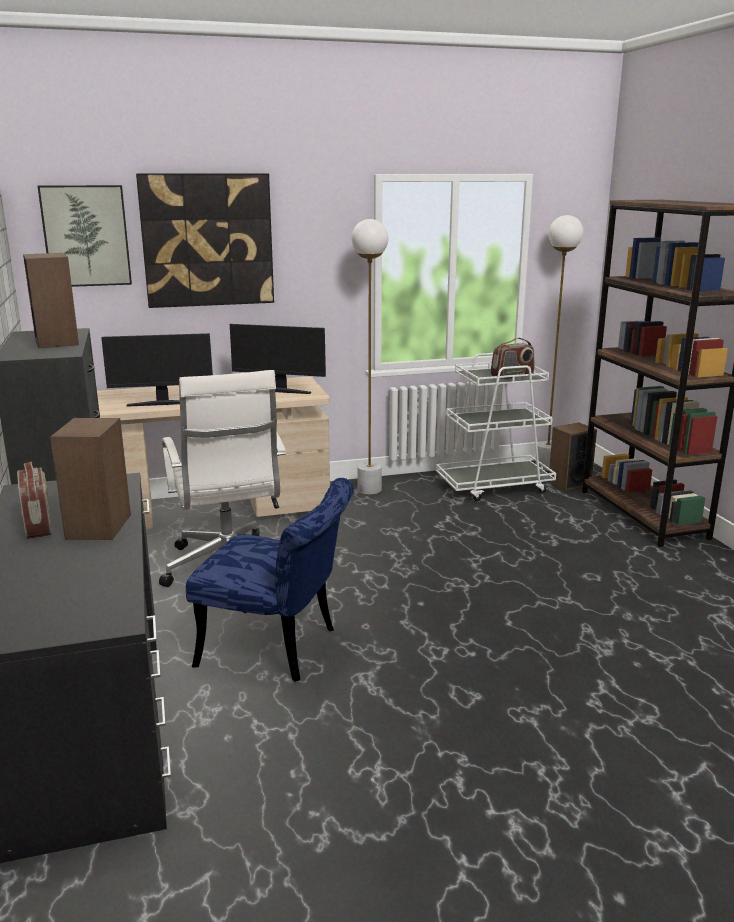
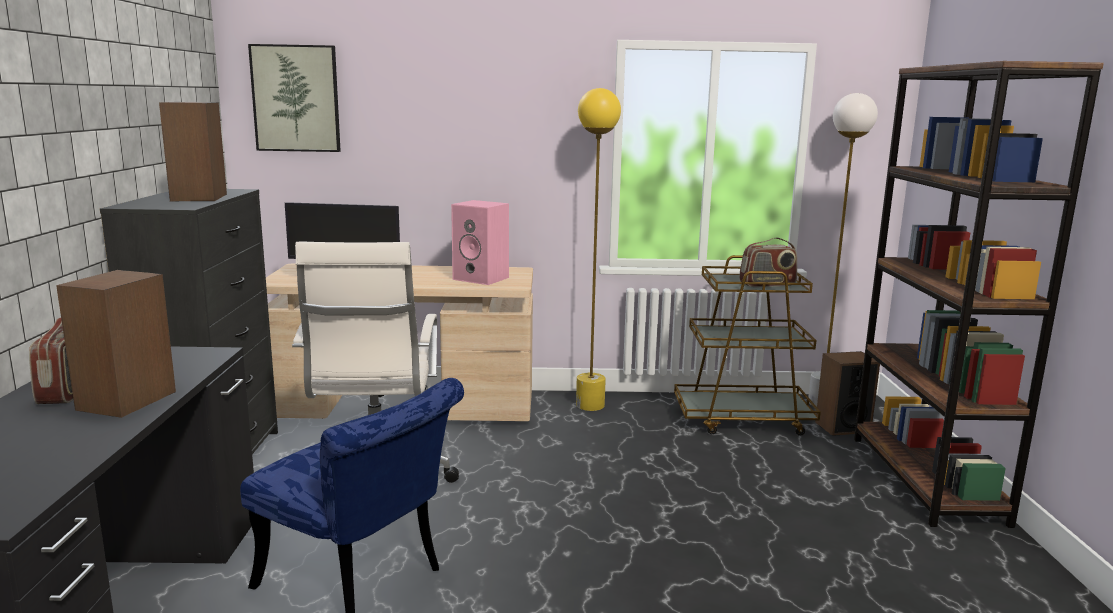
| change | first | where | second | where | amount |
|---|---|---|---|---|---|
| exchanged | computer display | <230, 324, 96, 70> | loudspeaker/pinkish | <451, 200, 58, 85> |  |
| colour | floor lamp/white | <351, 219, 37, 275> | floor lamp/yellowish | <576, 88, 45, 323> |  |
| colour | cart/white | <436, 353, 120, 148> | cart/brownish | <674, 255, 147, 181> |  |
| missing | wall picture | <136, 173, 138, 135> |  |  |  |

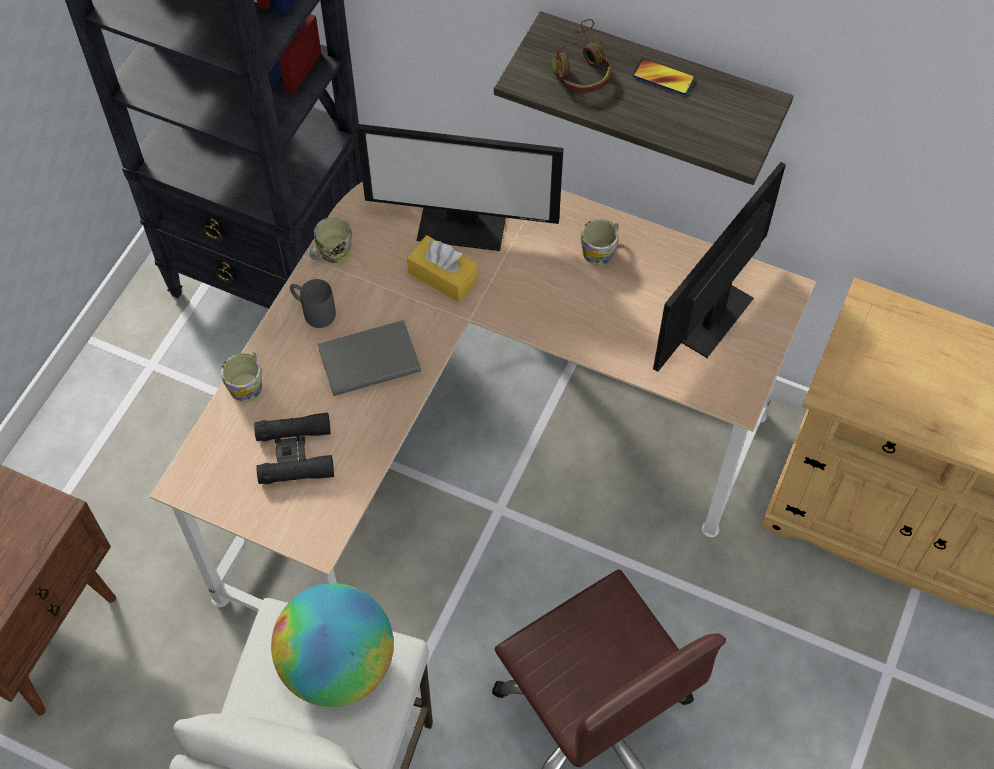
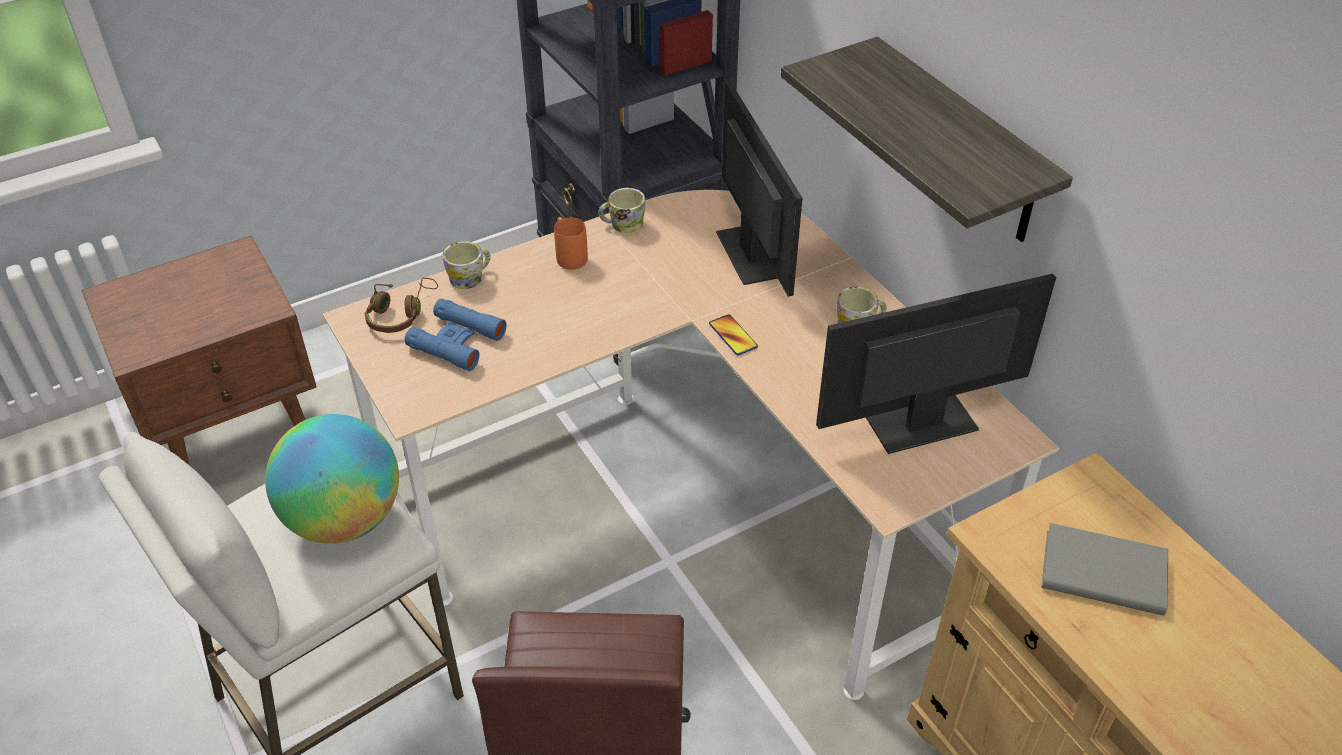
| change | first | where | second | where | amount |
|---|---|---|---|---|---|
| relocated | headphones/brownish | <552, 19, 60, 74> |  | <364, 278, 74, 55> |  |
| colour | field glasses/black | <254, 412, 80, 72> | field glasses/bluish | <405, 299, 102, 72> |  |
| colour | mug/greyish | <290, 279, 46, 49> | mug/orangey | <554, 217, 34, 53> |  |
| relocated | telephone | <633, 58, 62, 37> |  | <709, 314, 49, 41> |  |
| spun | computer display | <356, 124, 208, 127> |  | <716, 81, 86, 216> | 150 degrees counterclockwise |
| relocated | bound book/greyish | <318, 320, 103, 76> |  | <1041, 523, 127, 93> |  |
| missing | tissue box/yellowish | <407, 235, 71, 67> |  |  |  |

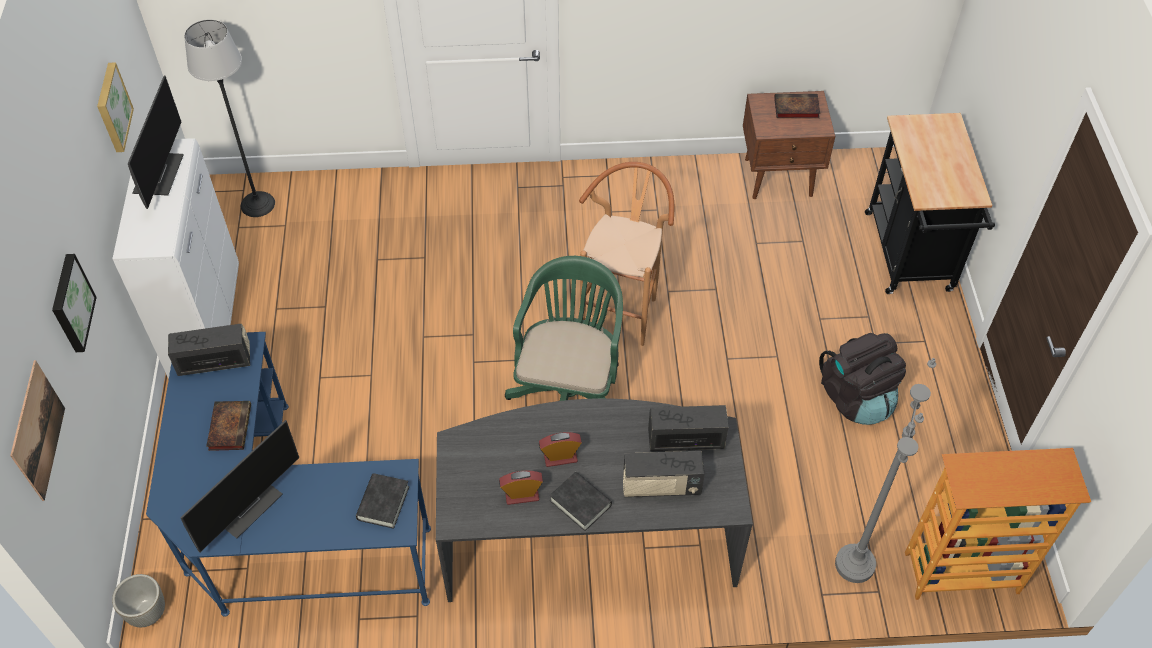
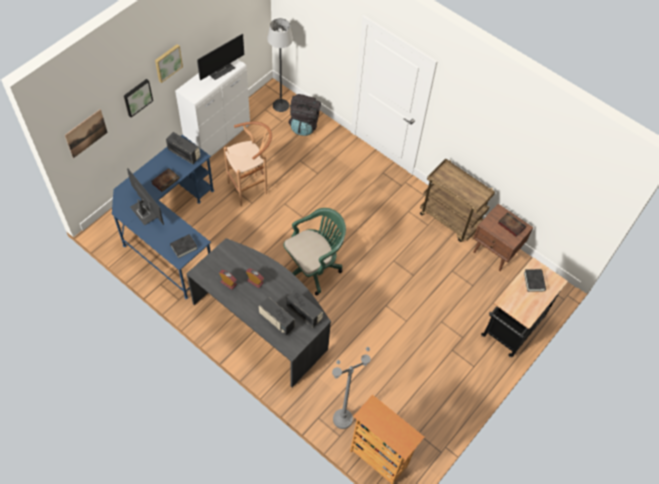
| change | first | where | second | where | amount |
|---|---|---|---|---|---|
| spun | computer display | <180, 420, 119, 133> |  | <127, 168, 37, 57> | 120 degrees counterclockwise |
| relocated | wall picture | <97, 62, 37, 90> |  | <155, 44, 28, 39> |  |
| relocated | sitting stool/brownish | <579, 162, 95, 184> |  | <224, 122, 48, 85> |  |
| relocated | rucksack/black | <819, 333, 87, 92> |  | <289, 94, 32, 42> |  |
| appeared |  |  | cart/brownish | <420, 159, 75, 83> |  |
| relocated | bound book/black | <550, 472, 62, 59> |  | <524, 269, 22, 23> |  |
| missing | planter/greyish | <112, 574, 53, 53> |  |  |  |

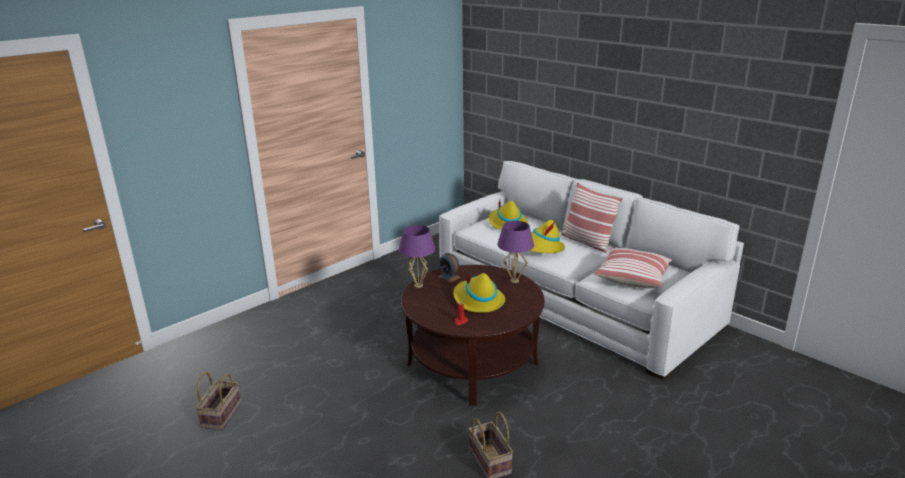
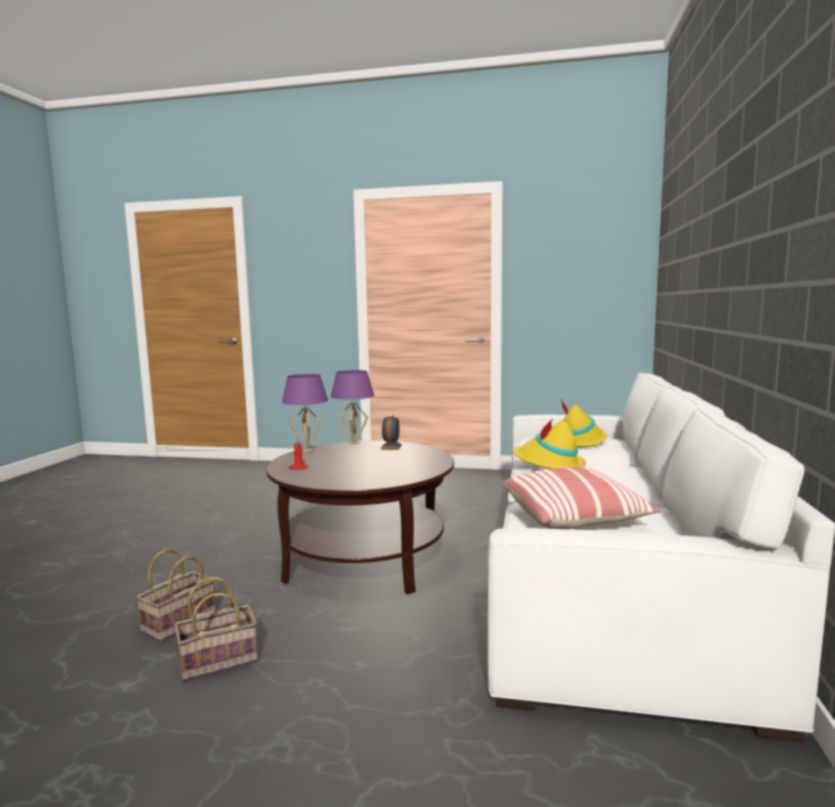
| change | first | where | second | where | amount |
|---|---|---|---|---|---|
| relocated | household basket | <196, 372, 45, 58> |  | <175, 577, 83, 105> |  |
| relocated | lamp for a table/purplish | <497, 221, 37, 62> |  | <282, 374, 46, 78> |  |
| missing | clothing hat/yellowish | <453, 273, 52, 40> |  |  |  |
| missing | cushion | <561, 182, 62, 71> |  |  |  |

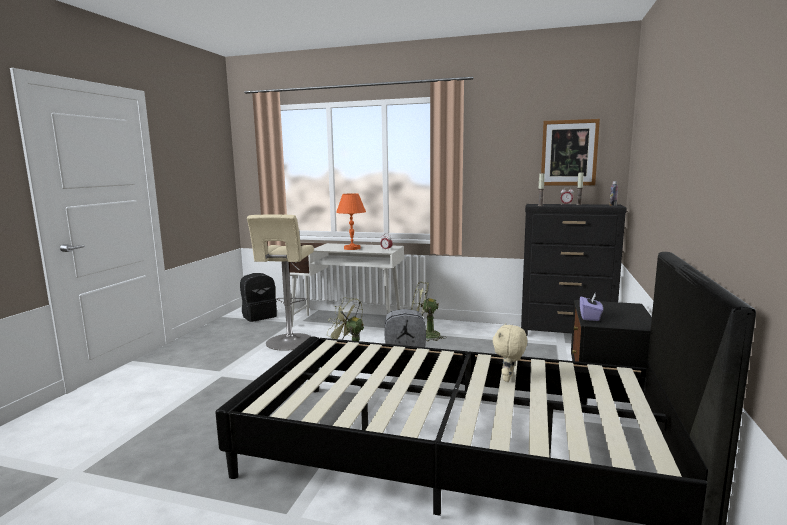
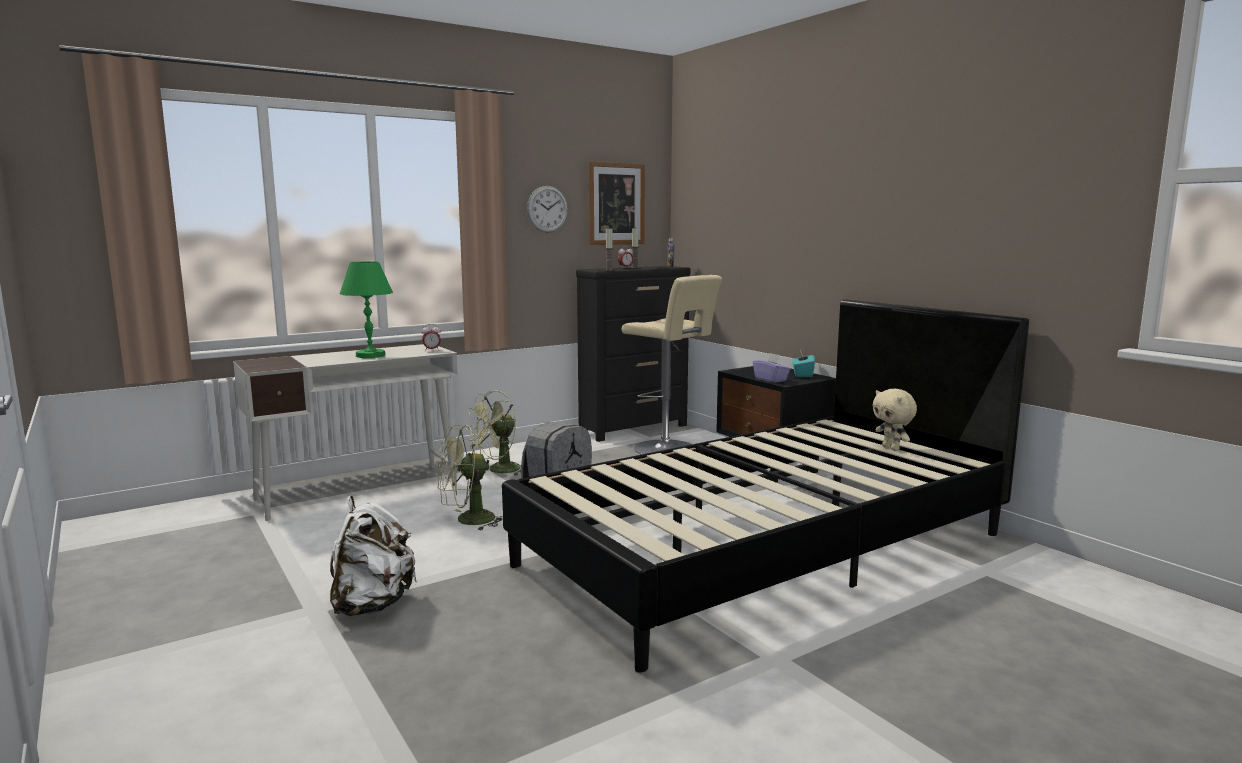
| change | first | where | second | where | amount |
|---|---|---|---|---|---|
| appeared |  |  | rucksack/white | <330, 495, 87, 121> |  |
| colour | lamp for a table/orangey | <336, 193, 30, 57> | lamp for a table/green-coloured | <340, 261, 53, 97> |  |
| appeared |  |  | clock on the wall | <527, 186, 41, 47> |  |
| relocated | sitting stool/beige | <247, 214, 67, 137> |  | <621, 275, 101, 180> |  |
| appeared |  |  | tissue box/turquoise | <792, 350, 23, 27> |  |
| relocated | plush toy/beige | <493, 323, 34, 59> |  | <872, 389, 45, 62> |  |
| missing | rucksack/black | <240, 273, 37, 49> |  |  |  |

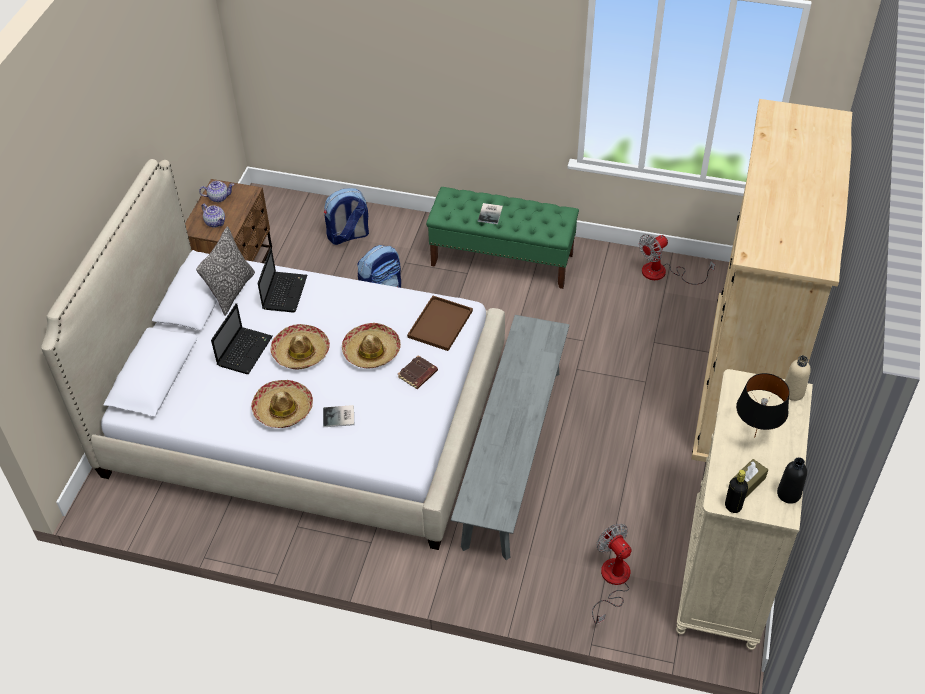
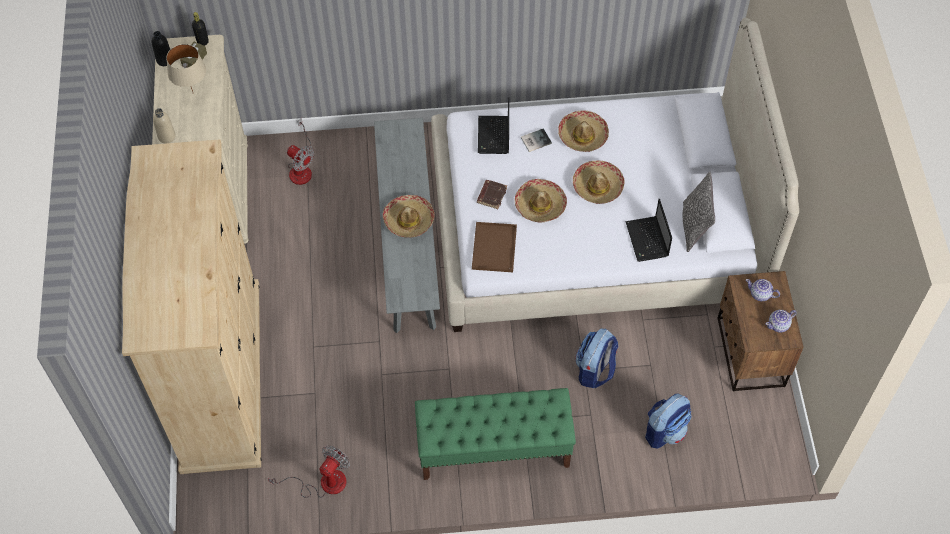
| change | first | where | second | where | amount |
|---|---|---|---|---|---|
| colour | lamp for a table/black | <736, 373, 54, 65> | lamp for a table/beige | <166, 44, 40, 48> |  |
| appeared |  |  | clothing hat | <383, 195, 52, 43> |  |
| relocated | notebook computer | <211, 303, 62, 71> |  | <478, 97, 31, 57> |  |
| missing | bound book | <478, 203, 25, 21> |  |  |  |

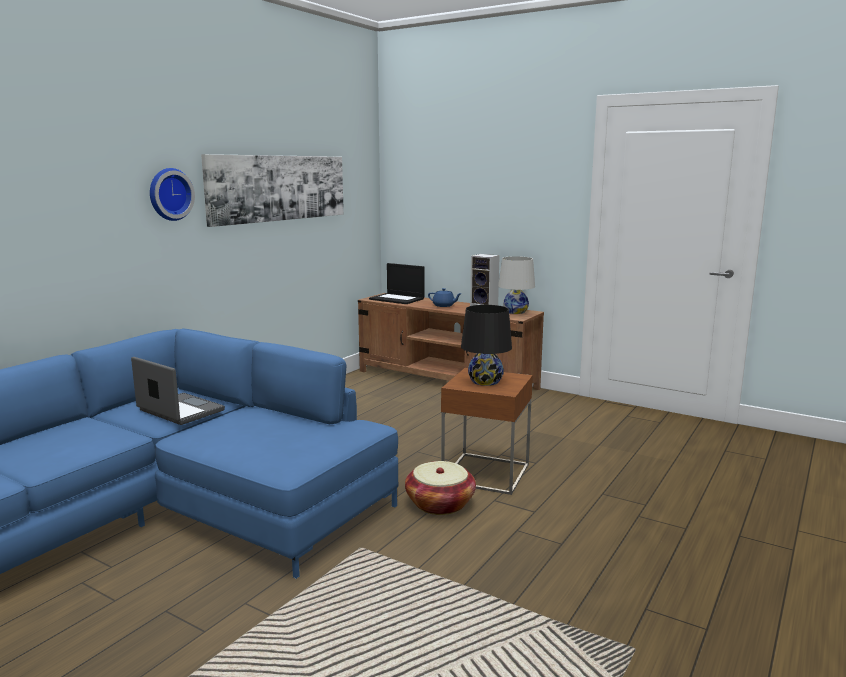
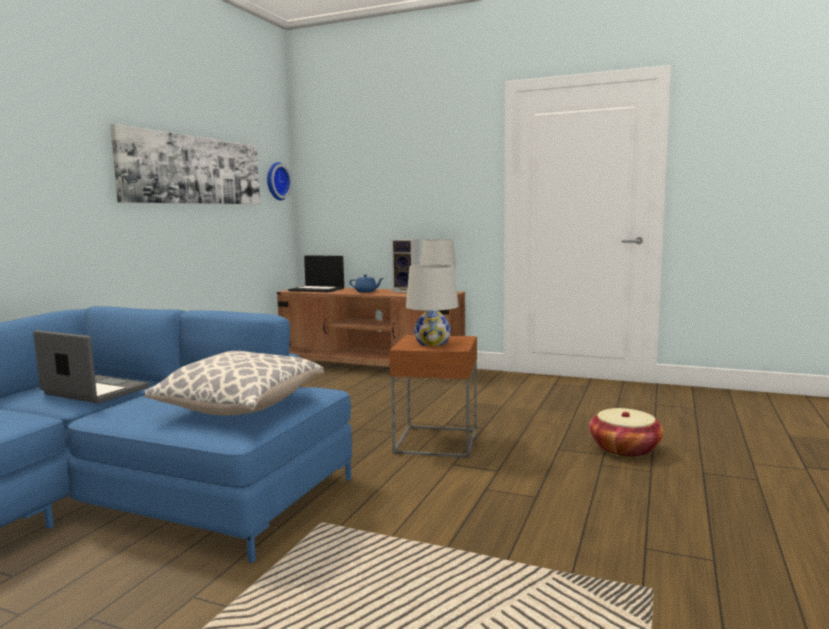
| change | first | where | second | where | amount |
|---|---|---|---|---|---|
| appeared |  |  | cushion | <145, 351, 179, 65> |  |
| relocated | clock on the wall | <150, 168, 45, 53> |  | <267, 162, 25, 38> |  |
| colour | lamp for a table/black | <461, 305, 51, 81> | lamp for a table/white | <406, 264, 52, 82> |  |
| relocated | household basket | <405, 461, 71, 54> |  | <589, 408, 75, 50> |  |

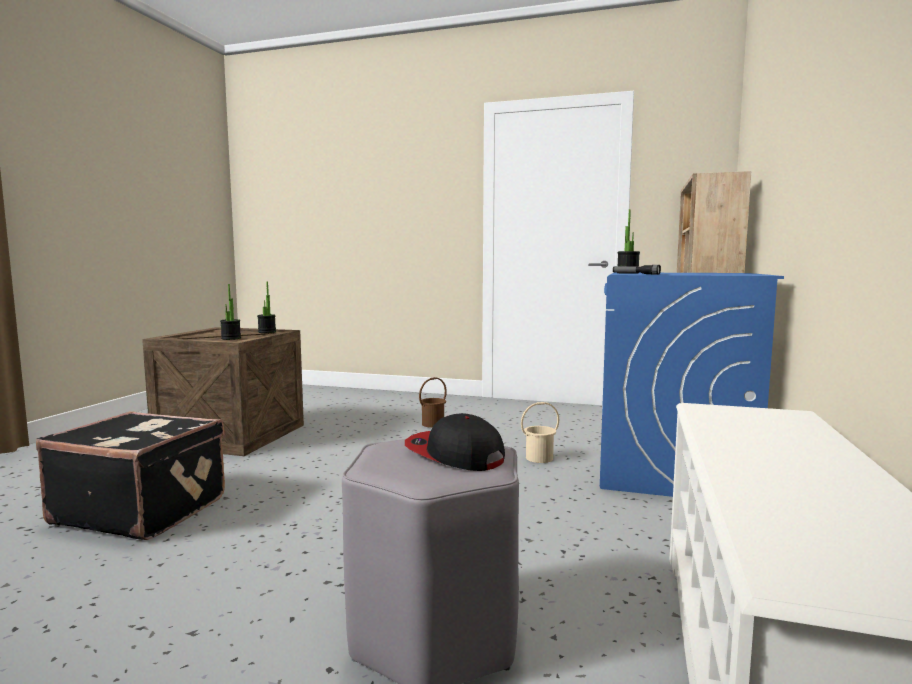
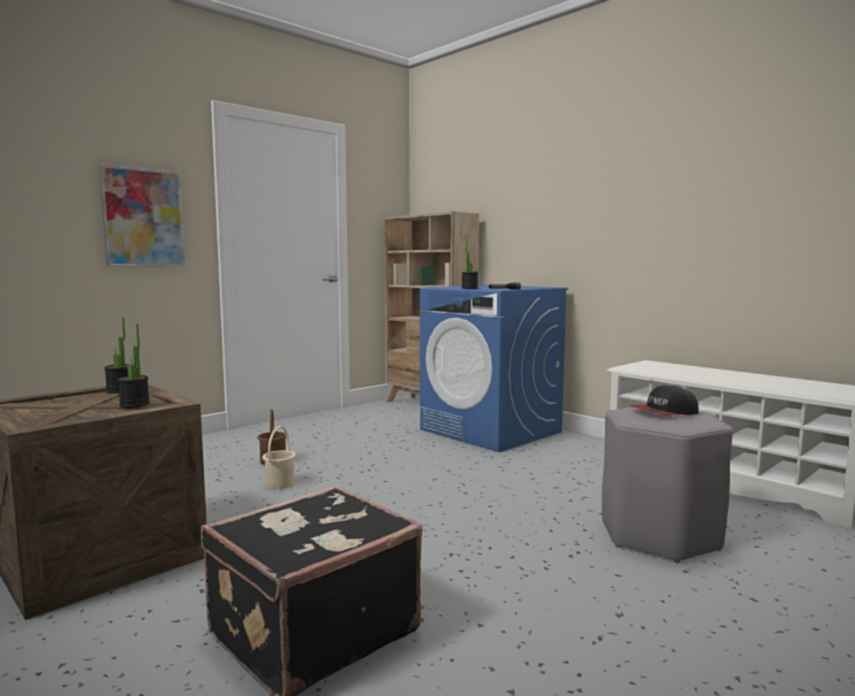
| change | first | where | second | where | amount |
|---|---|---|---|---|---|
| appeared |  |  | wall picture | <99, 164, 86, 103> |  |
| relocated | bucket/beige | <521, 402, 38, 61> |  | <262, 426, 34, 63> |  |

